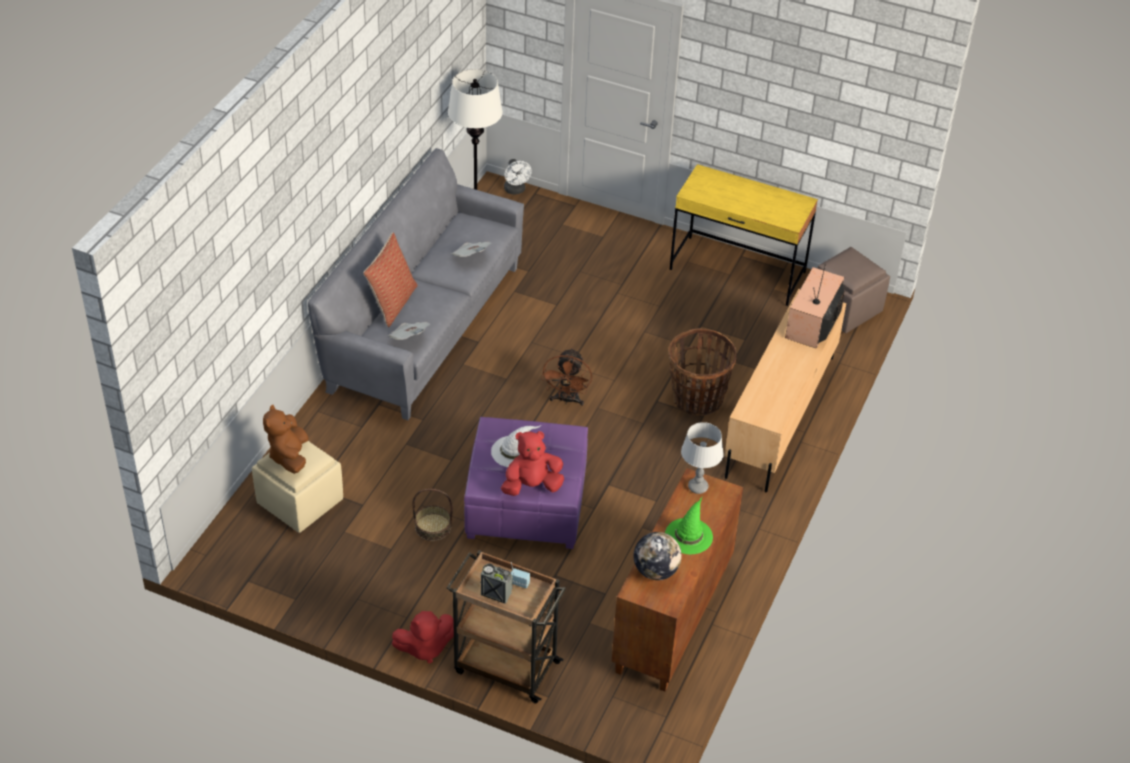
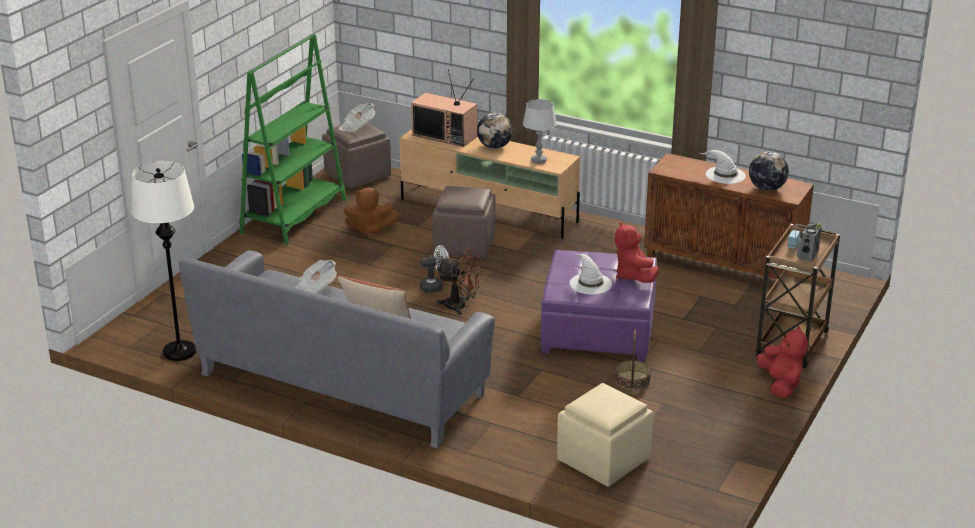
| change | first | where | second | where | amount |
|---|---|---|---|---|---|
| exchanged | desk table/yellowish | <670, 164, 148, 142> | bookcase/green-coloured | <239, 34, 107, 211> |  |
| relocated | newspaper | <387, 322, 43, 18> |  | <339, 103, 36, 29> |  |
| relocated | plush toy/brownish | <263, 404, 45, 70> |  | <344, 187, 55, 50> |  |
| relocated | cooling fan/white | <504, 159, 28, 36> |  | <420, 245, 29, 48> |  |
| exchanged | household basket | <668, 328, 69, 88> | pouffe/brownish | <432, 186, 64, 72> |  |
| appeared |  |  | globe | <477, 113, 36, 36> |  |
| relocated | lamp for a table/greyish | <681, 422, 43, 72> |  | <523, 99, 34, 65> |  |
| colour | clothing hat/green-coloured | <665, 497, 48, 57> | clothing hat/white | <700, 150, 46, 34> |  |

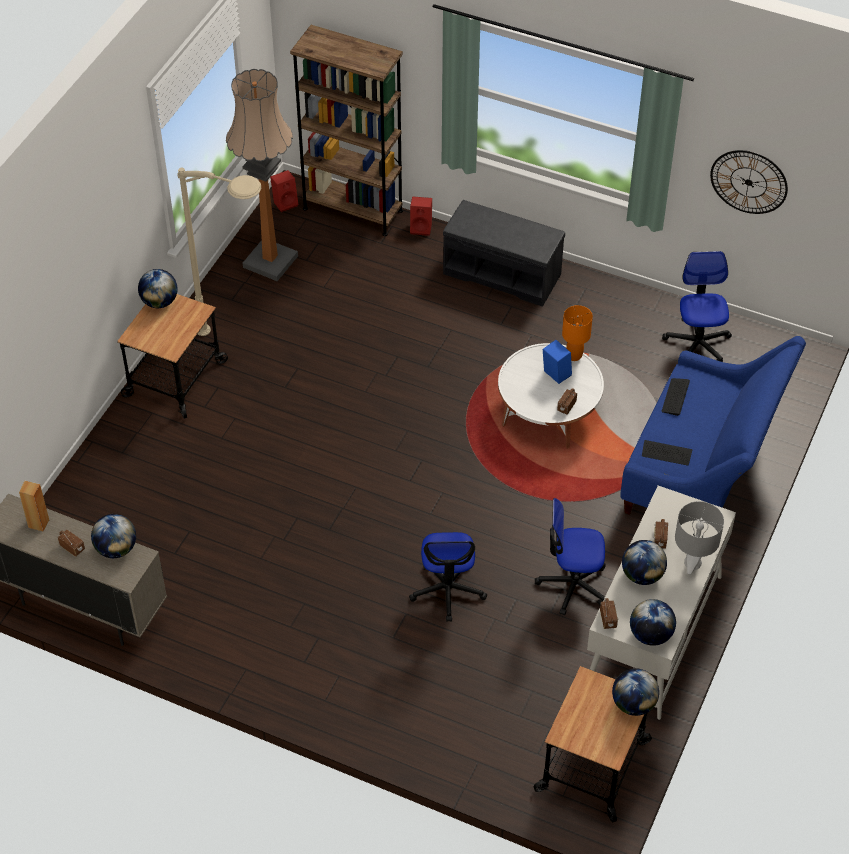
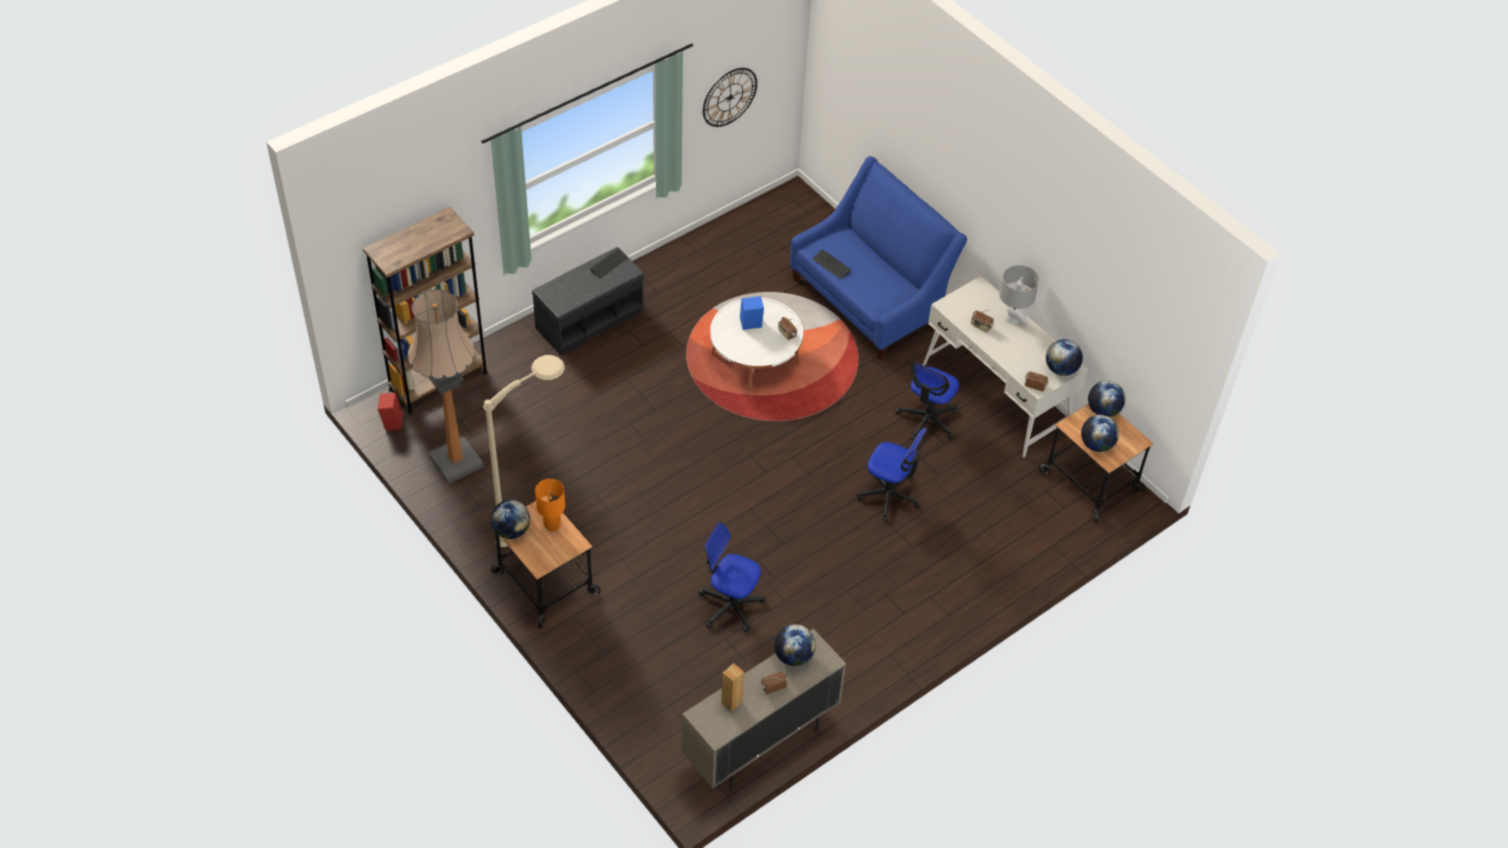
| change | first | where | second | where | amount |
|---|---|---|---|---|---|
| relocated | lamp for a table/orangey | <562, 305, 31, 56> |  | <535, 479, 30, 52> |  |
| relocated | keyboard | <642, 440, 50, 25> |  | <590, 248, 38, 30> |  |
| relocated | computer chair | <662, 251, 70, 111> |  | <699, 522, 67, 110> |  |
| relocated | globe | <622, 540, 45, 45> |  | <1081, 415, 38, 37> |  |
| missing | loudspeaker/red | <410, 196, 22, 40> |  |  |  |

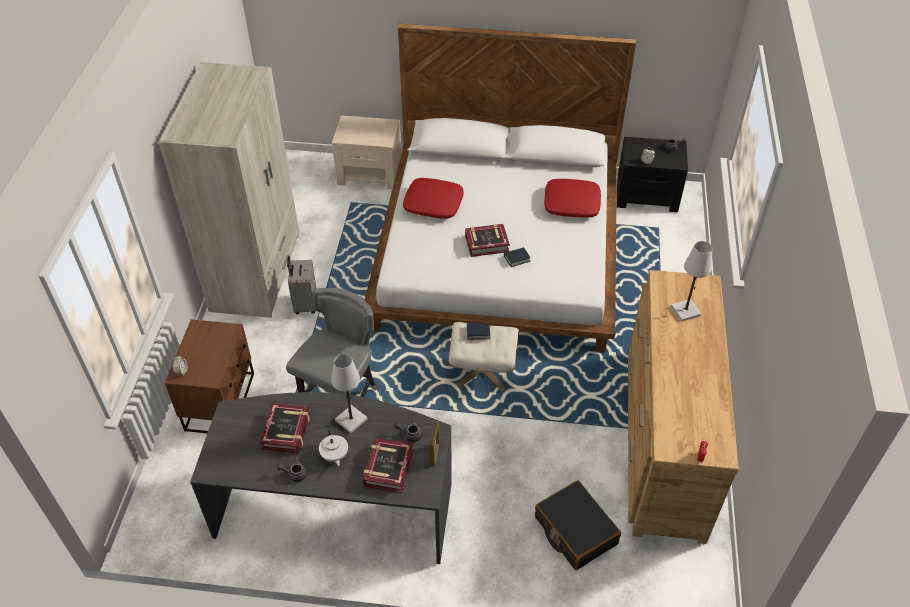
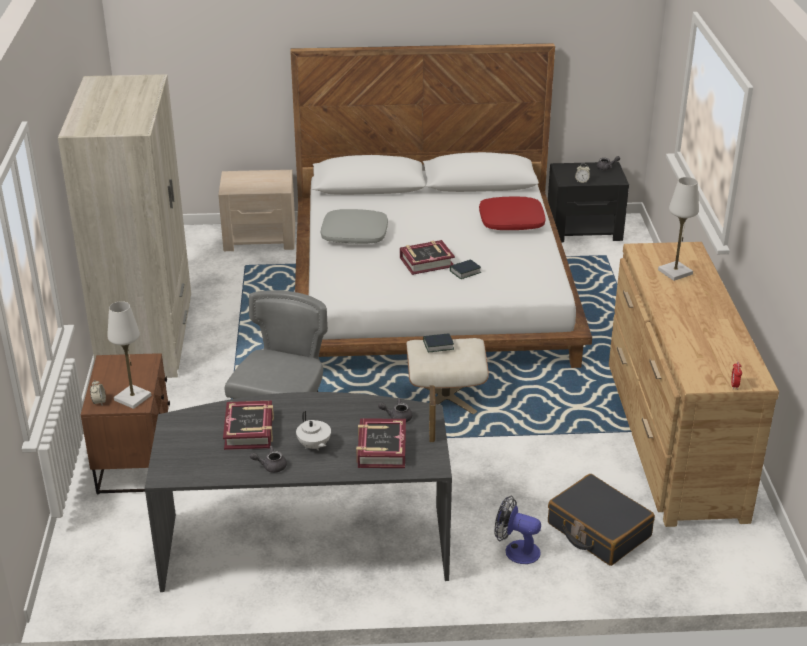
| change | first | where | second | where | amount |
|---|---|---|---|---|---|
| relocated | lamp for a table/white | <331, 354, 36, 79> |  | <107, 301, 44, 108> |  |
| colour | cushion/red | <403, 178, 61, 41> | cushion/greyish | <321, 209, 67, 35> |  |
| appeared |  |  | cooling fan | <494, 496, 47, 68> |  |
| missing | piece of luggage/greyish | <287, 256, 30, 58> |  |  |  |

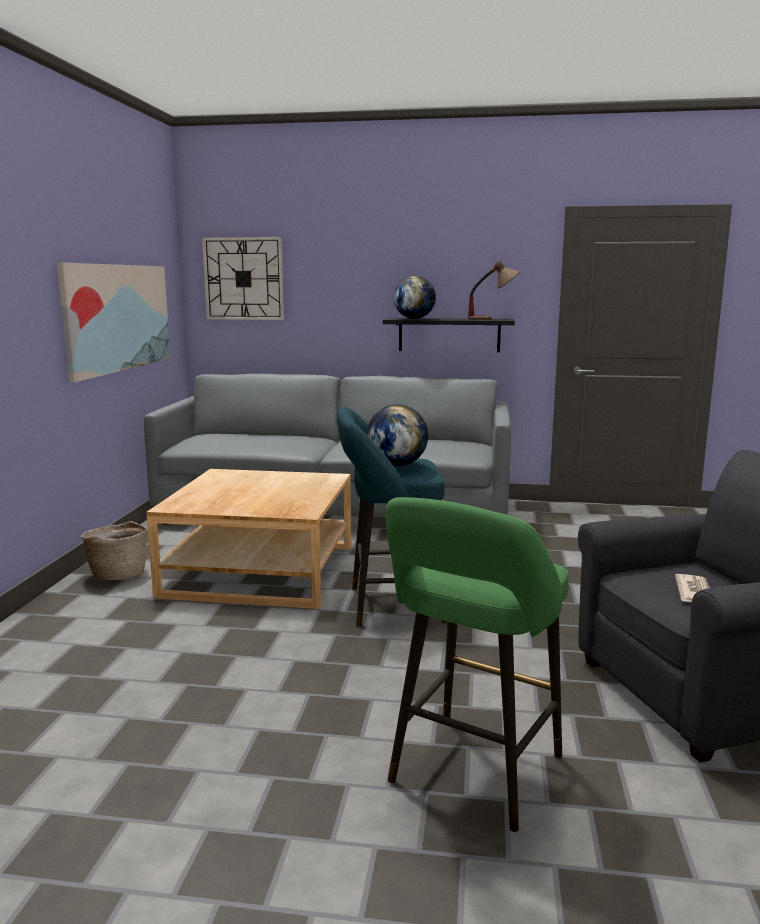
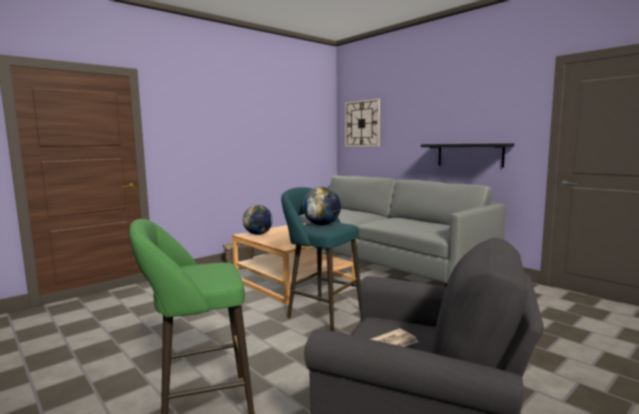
| change | first | where | second | where | amount |
|---|---|---|---|---|---|
| relocated | globe | <394, 276, 42, 43> |  | <243, 205, 30, 30> |  |
| missing | wall picture | <57, 263, 114, 120> |  |  |  |
| missing | lamp for a table | <467, 261, 53, 59> |  |  |  |

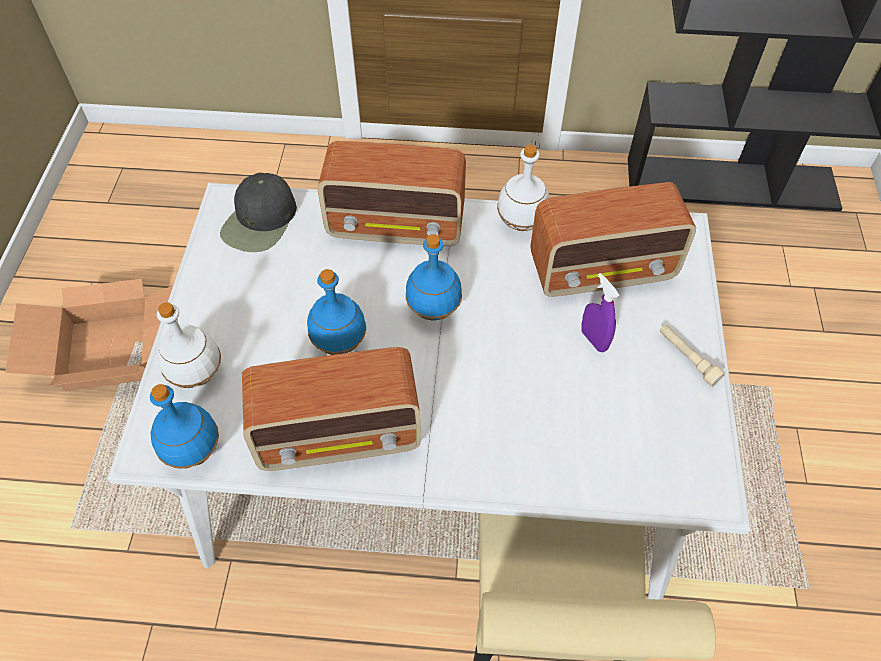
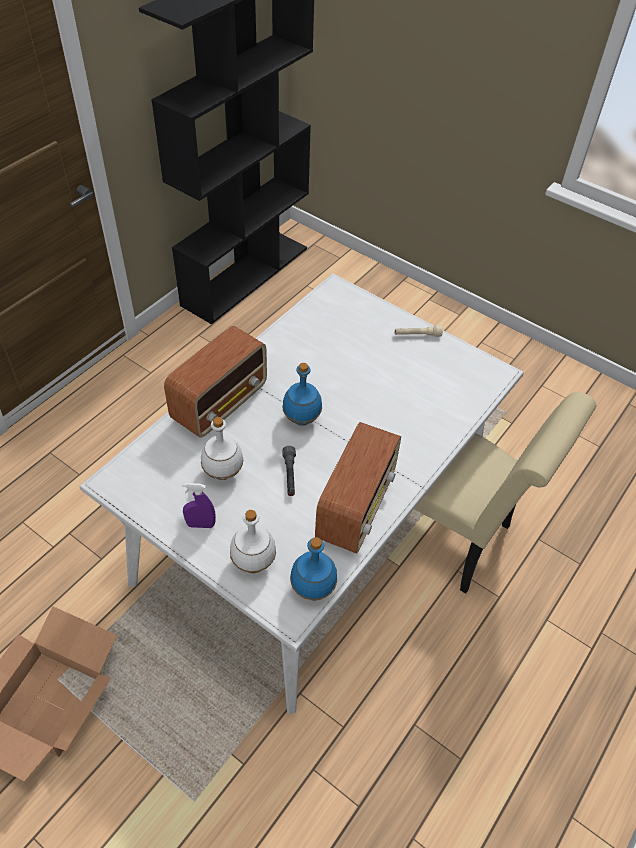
| change | first | where | second | where | amount |
|---|---|---|---|---|---|
| relocated | sprayer/purplish | <581, 273, 39, 79> |  | <182, 483, 34, 45> |  |
| relocated | bottle/white | <497, 145, 53, 88> |  | <201, 417, 42, 63> |  |
| exchanged | bottle/bluish | <307, 269, 59, 86> | flashlight/greyish | <282, 446, 14, 50> |  |
| missing | baseball cap/black | <220, 173, 77, 79> |  |  |  |
| missing | radio | <530, 182, 166, 115> |  |  |  |

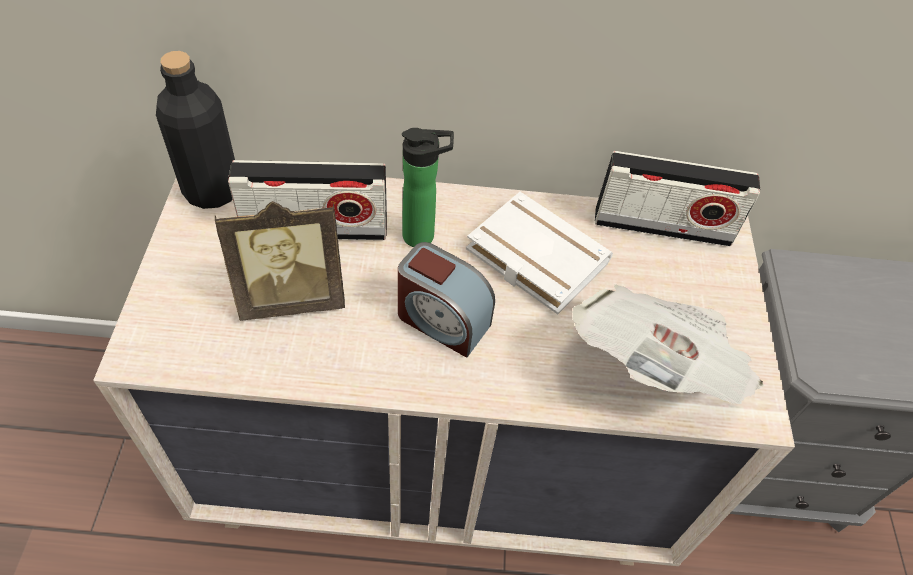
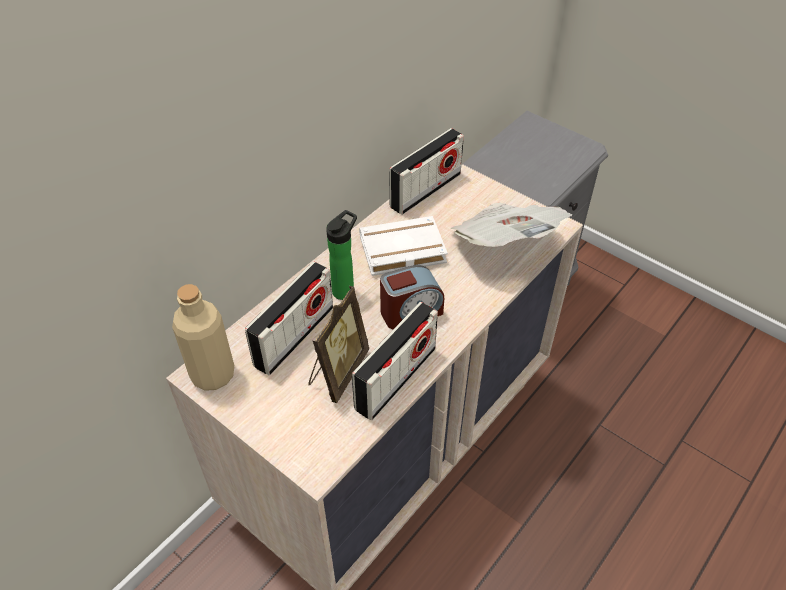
| change | first | where | second | where | amount |
|---|---|---|---|---|---|
| colour | bottle/black | <156, 51, 79, 158> | bottle/beige | <172, 284, 62, 107> |  |
| appeared |  |  | radio | <352, 302, 86, 118> |  |

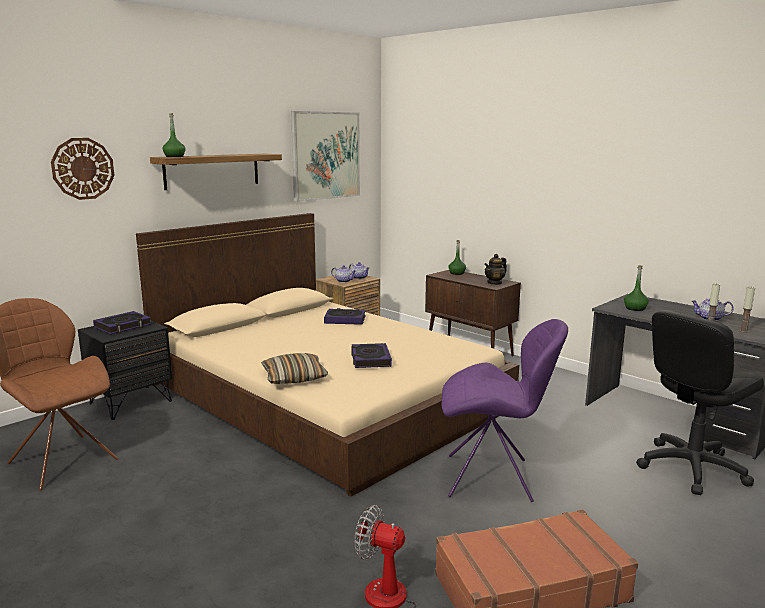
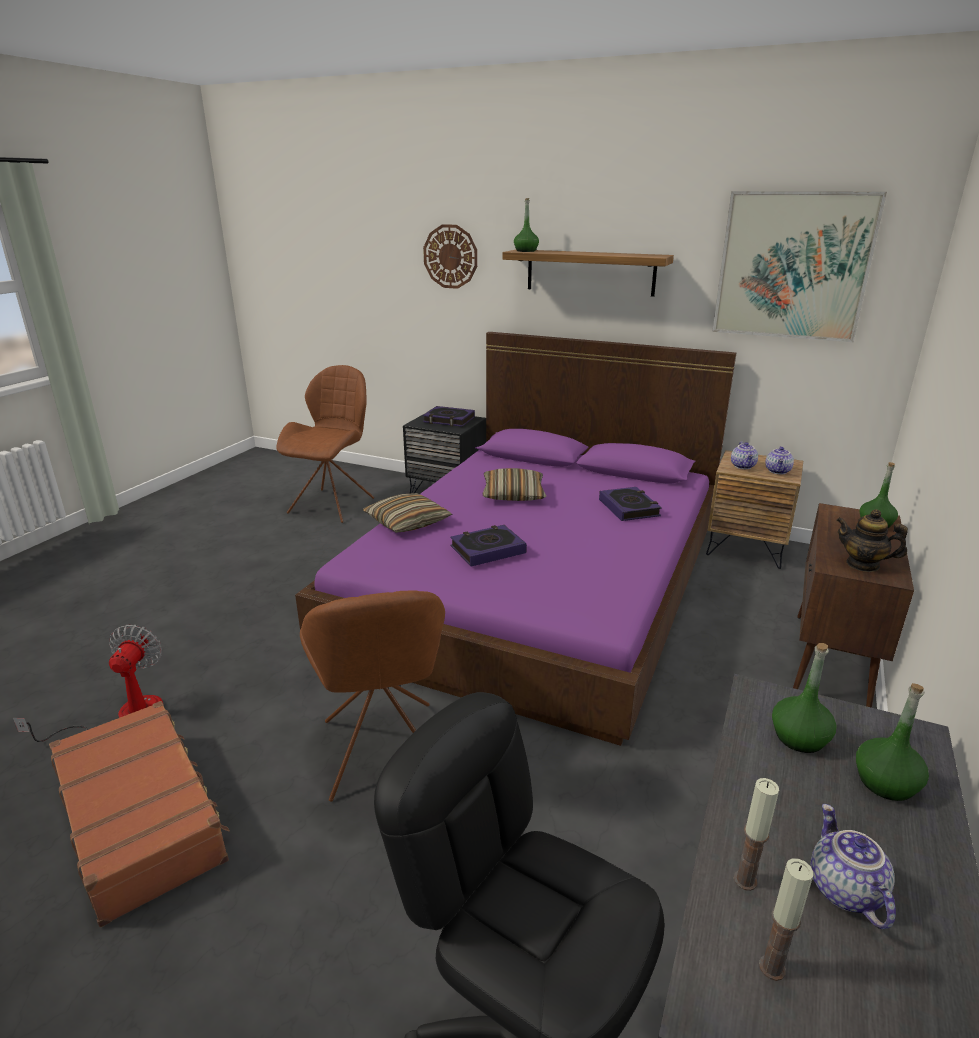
| change | first | where | second | where | amount |
|---|---|---|---|---|---|
| colour | sleeping bed/beige | <136, 213, 383, 283> | sleeping bed/purplish | <295, 332, 441, 414> |  |
| colour | chair/purplish | <442, 319, 126, 183> | chair/brownish | <300, 590, 145, 212> |  |
| appeared |  |  | cushion | <482, 468, 64, 33> |  |
| appeared |  |  | bottle/green-coloured | <856, 683, 73, 118> |  |

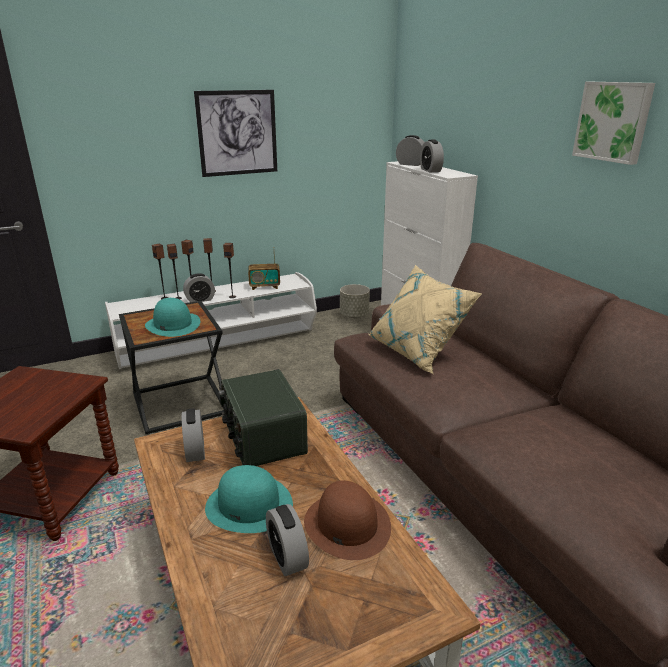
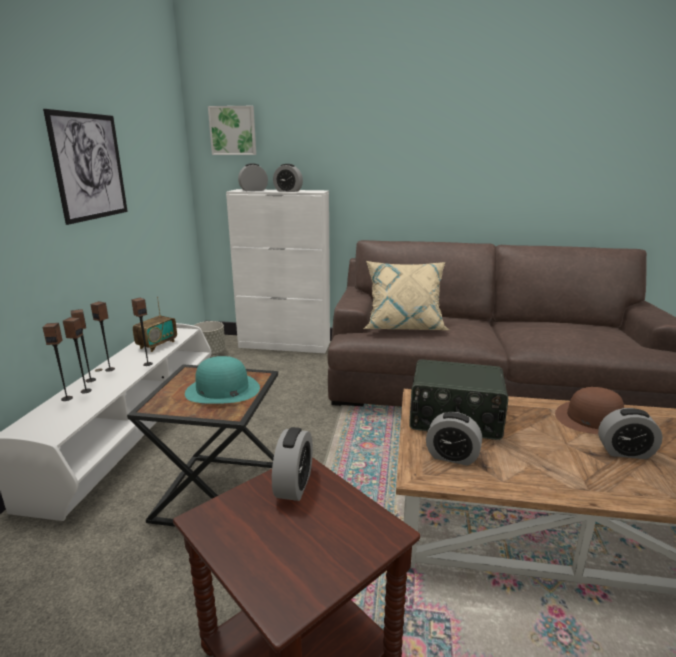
| change | first | where | second | where | amount |
|---|---|---|---|---|---|
| relocated | wall picture | <572, 82, 83, 83> |  | <208, 106, 48, 49> |  |
| relocated | bedside clock | <183, 273, 32, 29> |  | <272, 427, 41, 74> |  |
| missing | clothing hat/turquoise | <205, 465, 88, 68> |  |  |  |

